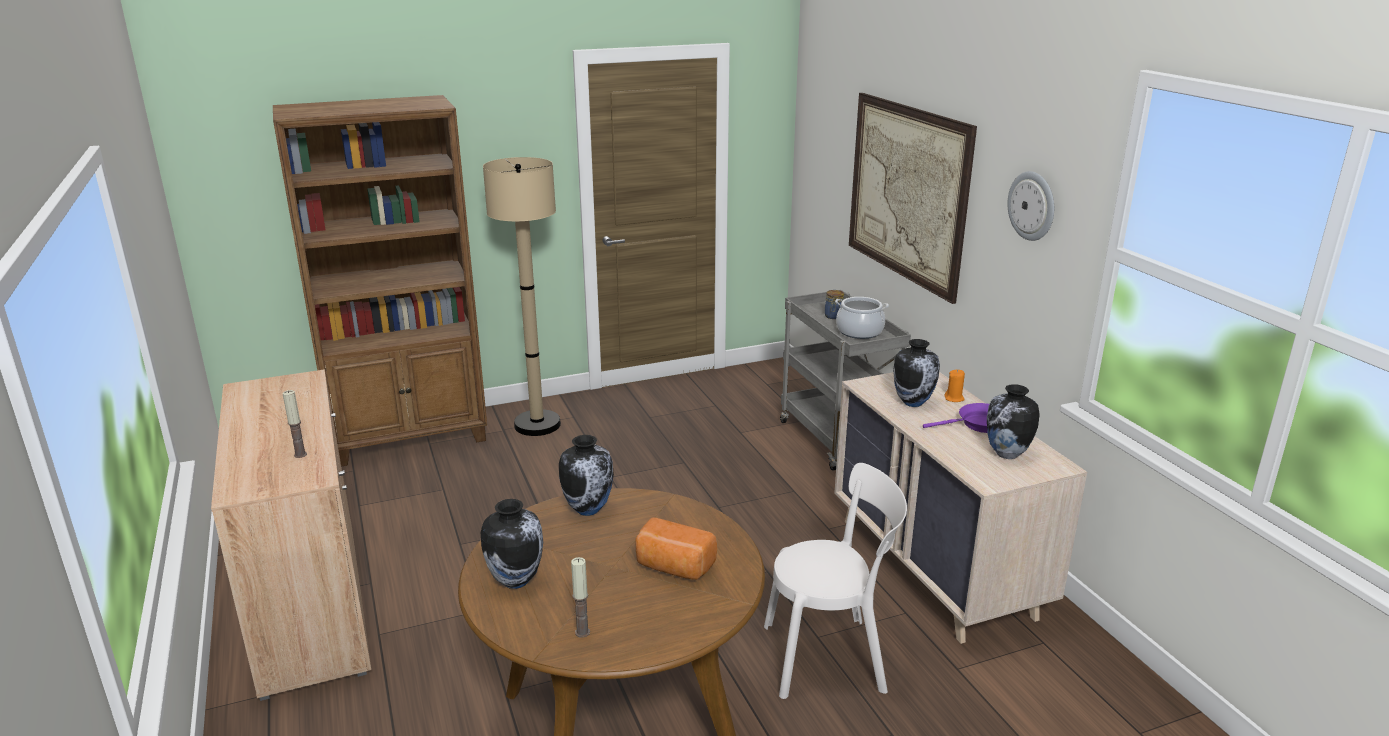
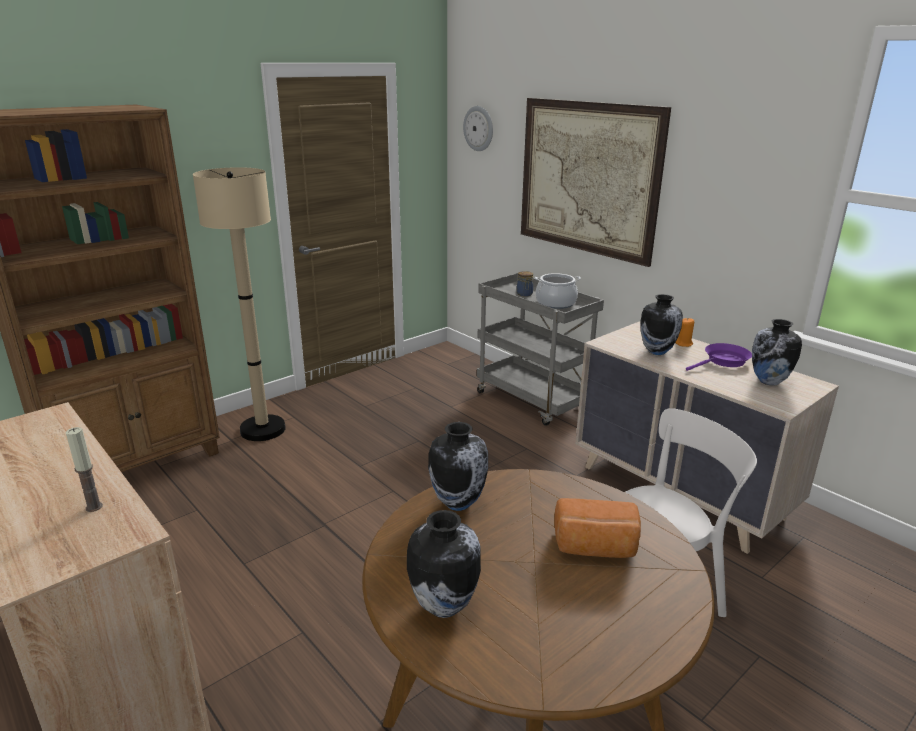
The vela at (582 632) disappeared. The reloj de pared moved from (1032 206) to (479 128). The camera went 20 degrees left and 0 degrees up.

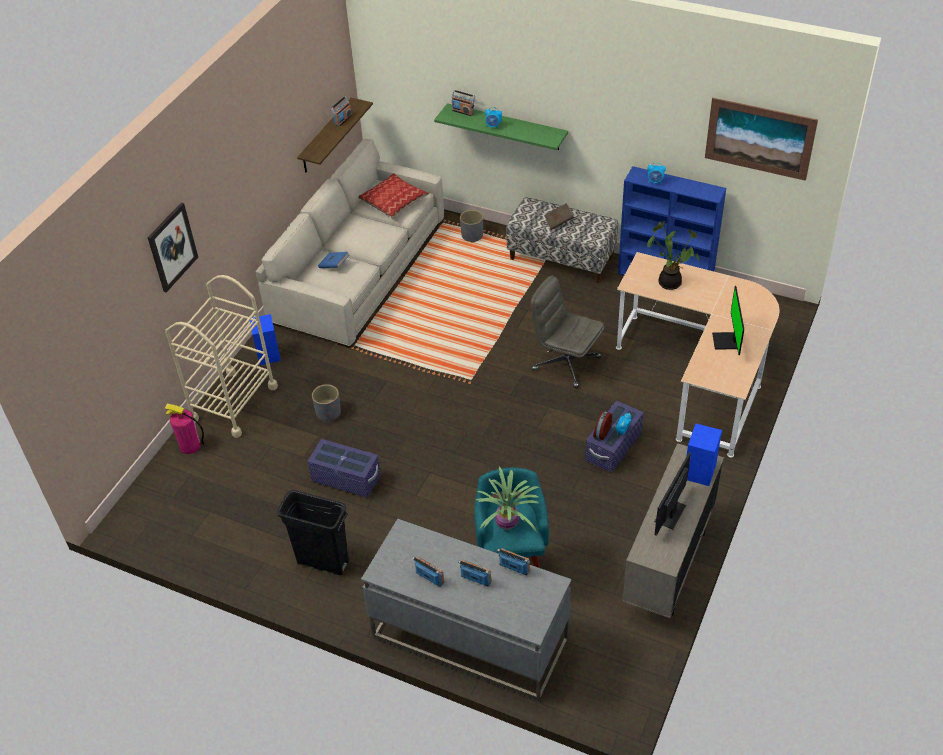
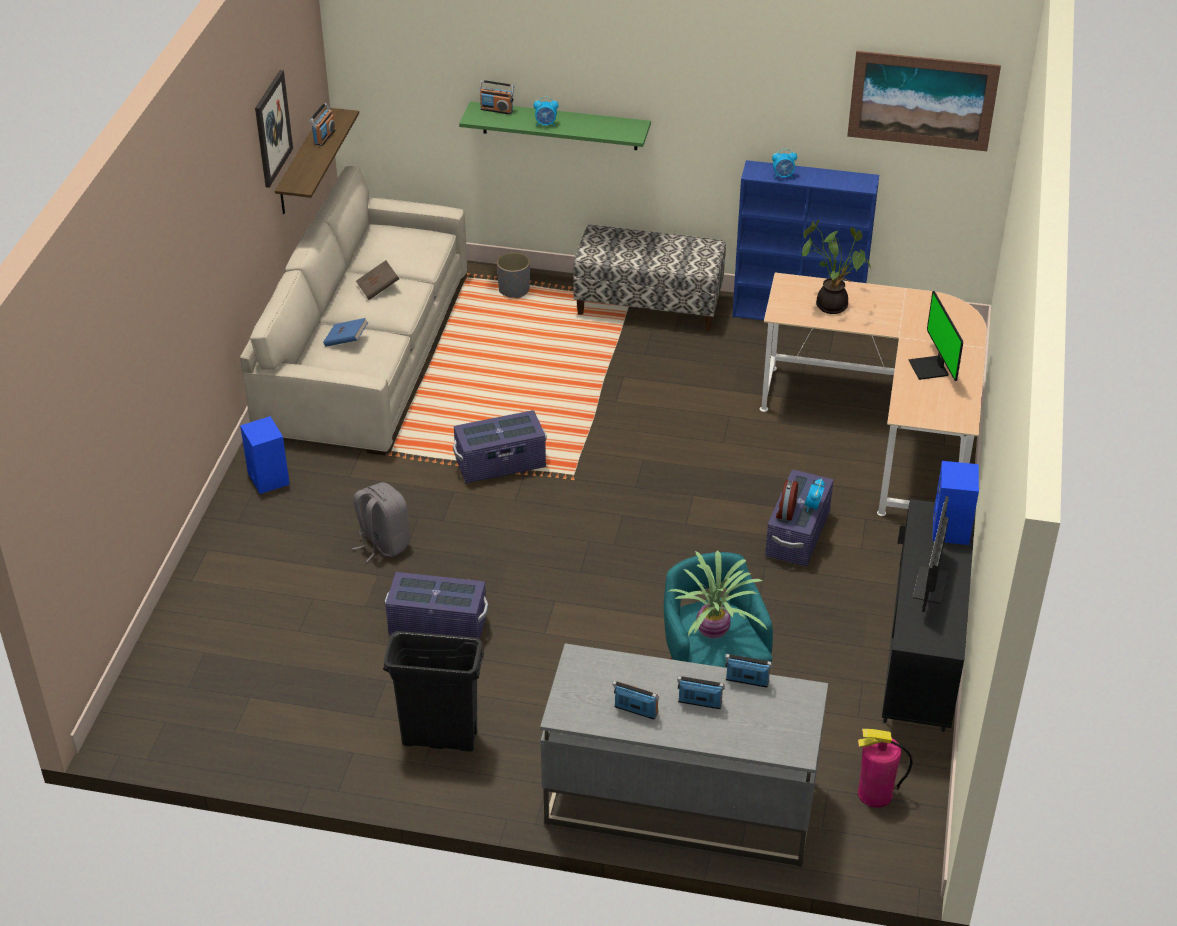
The carrito [beis] at (234 403) disappeared. The cojín at (394 201) disappeared. The silla de oficina [gris] at (565 363) disappeared. The caja de almacenaje [morado] at (501 464) appeared. The cuadro moved from (172 247) to (272 128). The extintor moved from (190 446) to (875 794). The libro [marrón] moved from (558 222) to (378 288). The maceta [gris] at (328 413) was replaced by the mochila [gris] at (383 543). The armario [beis] at (668 568) became the armario [negro] at (919 674). The camera went 15 degrees left and 5 degrees down.

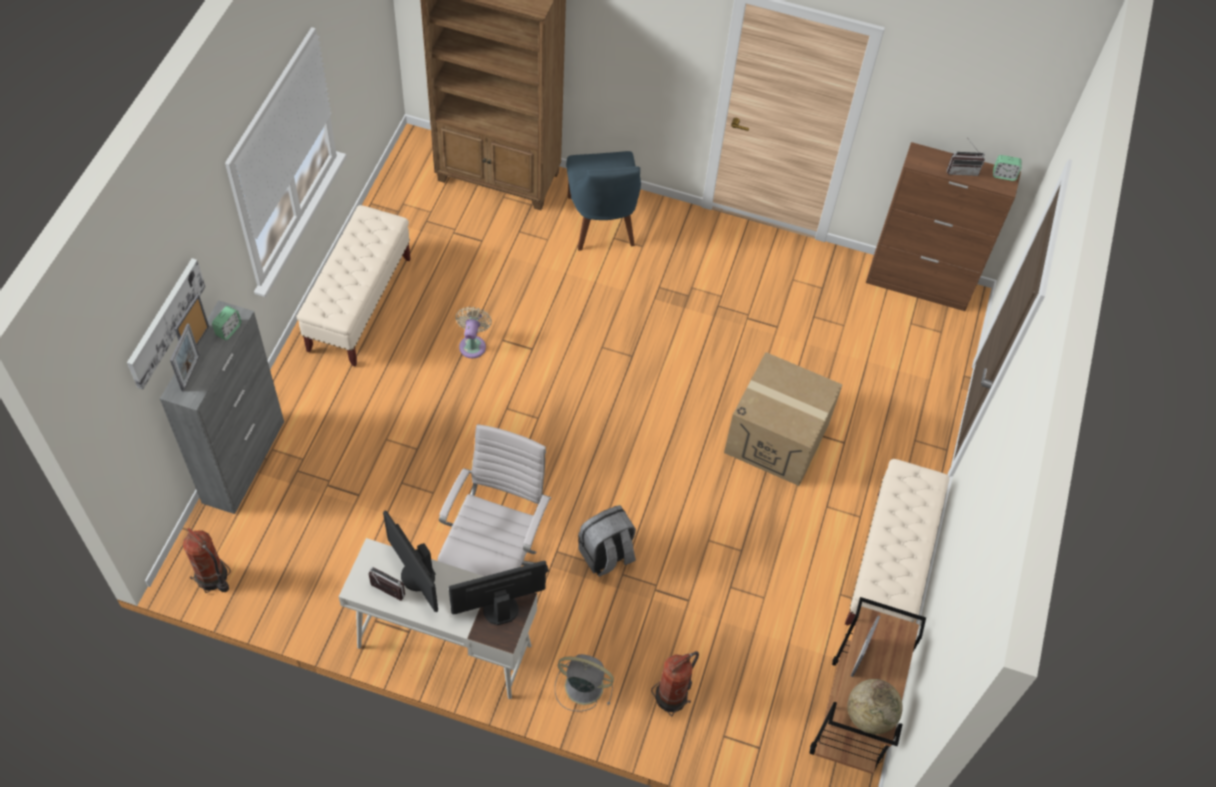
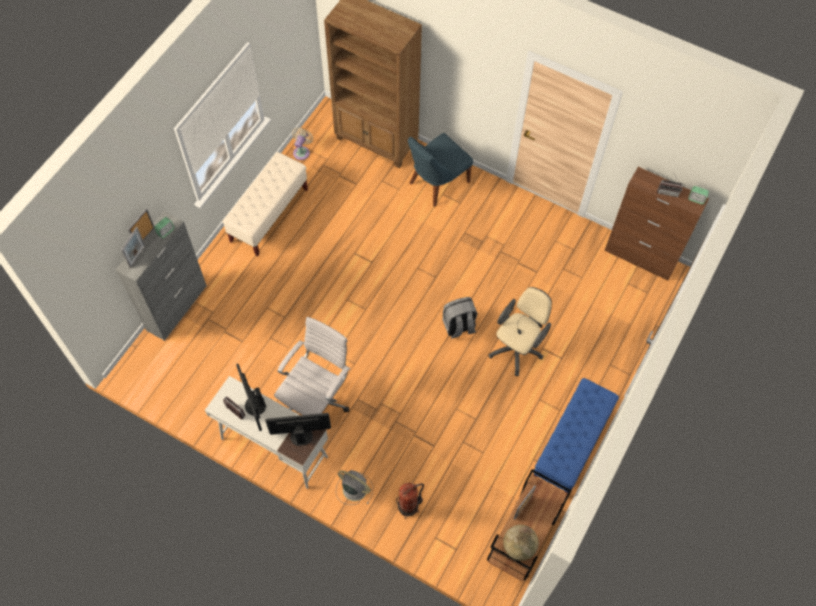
The cuadro at (164 322) disappeared. The extintor at (212 578) disappeared. The ventilador [beis] moved from (473 344) to (302 151). The mochila [gris] moved from (606 555) to (459 326). The caja de cartón at (777 438) was replaced by the silla de oficina [beis] at (518 347). The banco [beis] at (889 566) became the banco [azul] at (570 446). The silla [azul] at (602 224) turned 45 degrees clockwise. The camera went 15 degrees right and 5 degrees up.

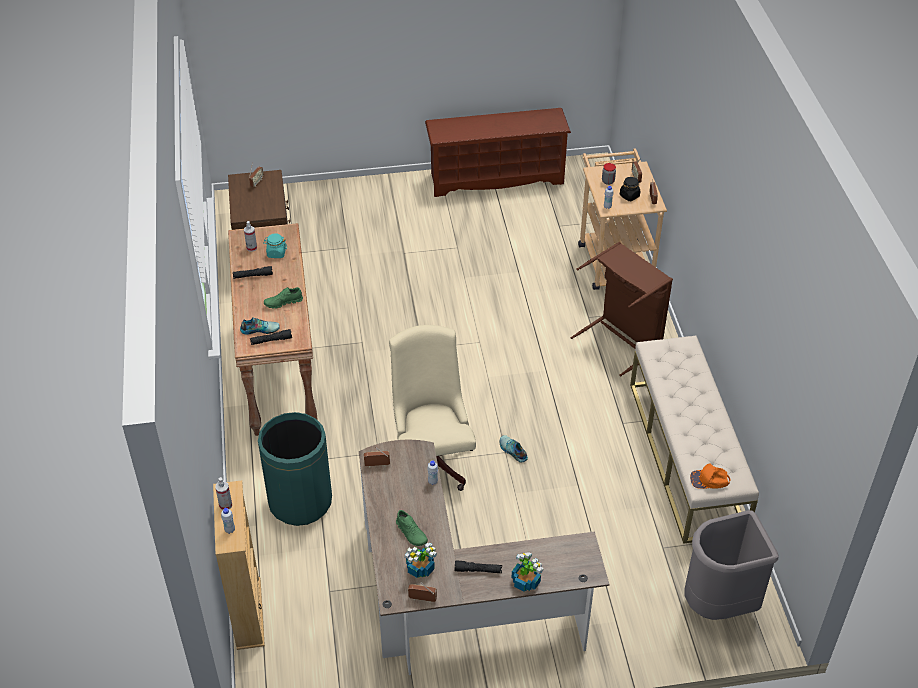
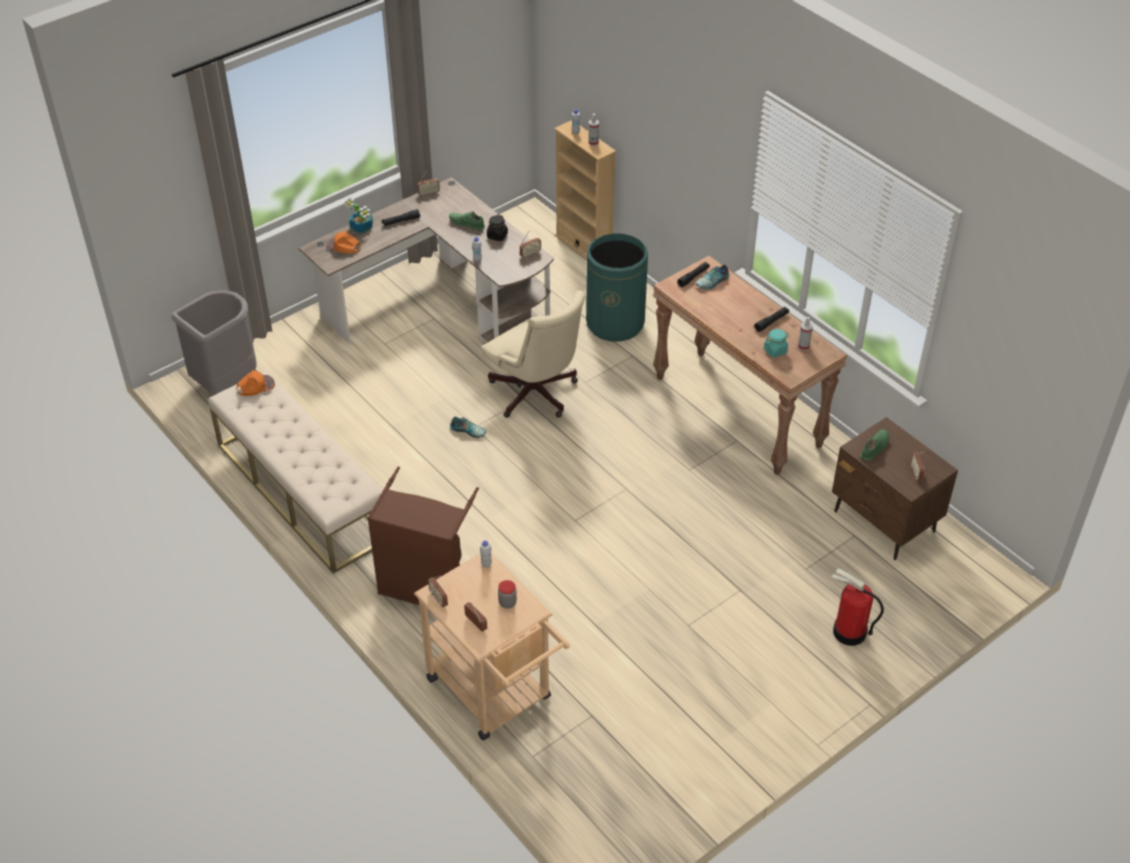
The planta en maceta at (421 568) disappeared. The zapatero [marrón] at (496 178) disappeared. The gorra [naranja] at (343 247) appeared. The extintor at (849 632) appeared. The zapato [verde] moved from (283 302) to (874 448). The tarro [negro] moved from (629 196) to (497 236). The camera went 150 degrees right and 0 degrees up.

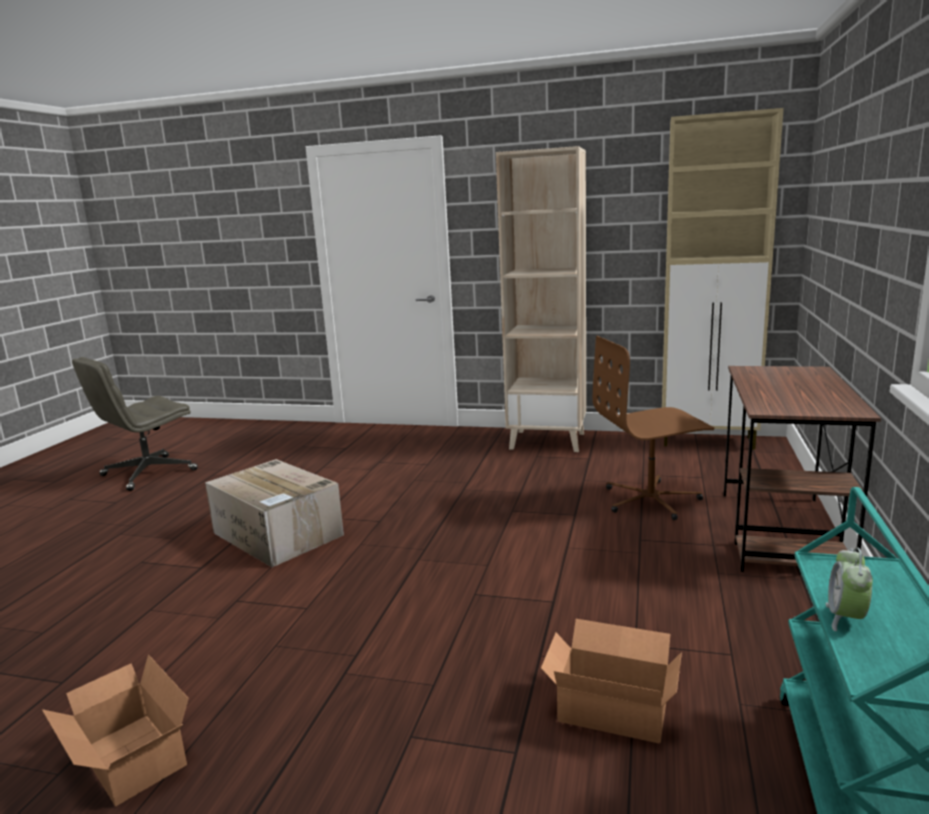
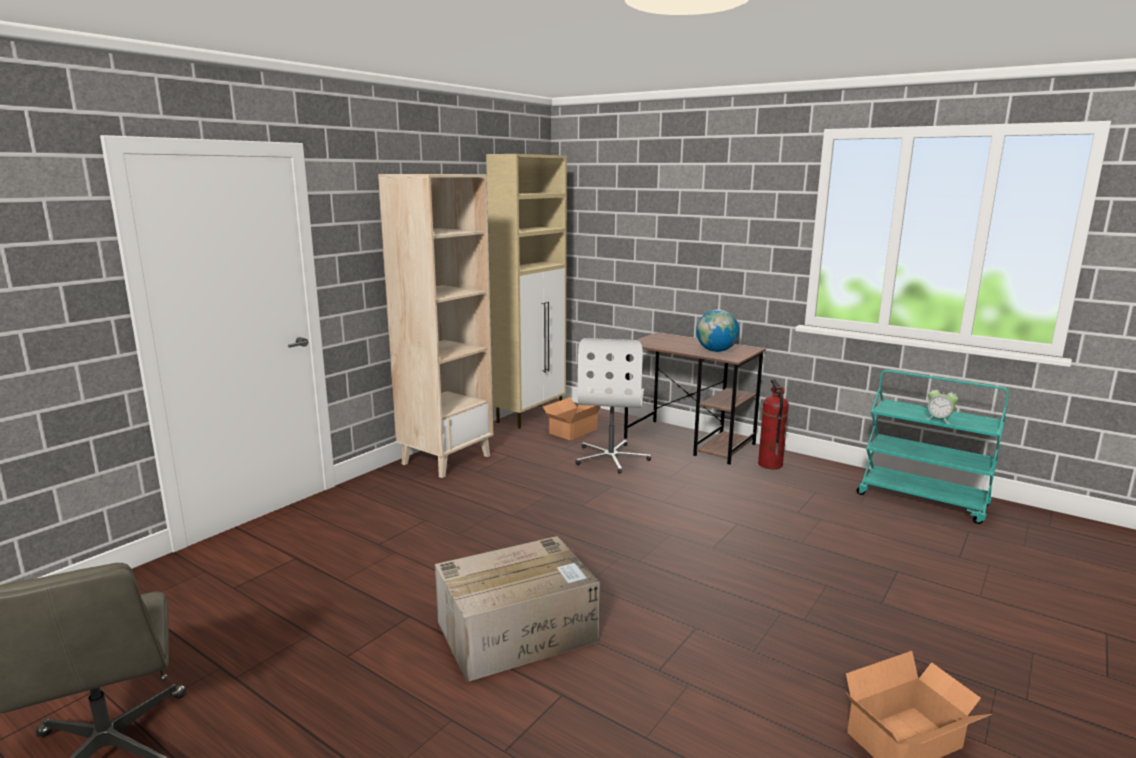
The globo terráqueo at (716 351) appeared. The extintor at (770 464) appeared. The caja de cartón moved from (611 706) to (571 431). The silla de oficina [marrón] at (651 500) became the silla de oficina [blanco] at (611 458). The camera went 70 degrees left and 0 degrees up.

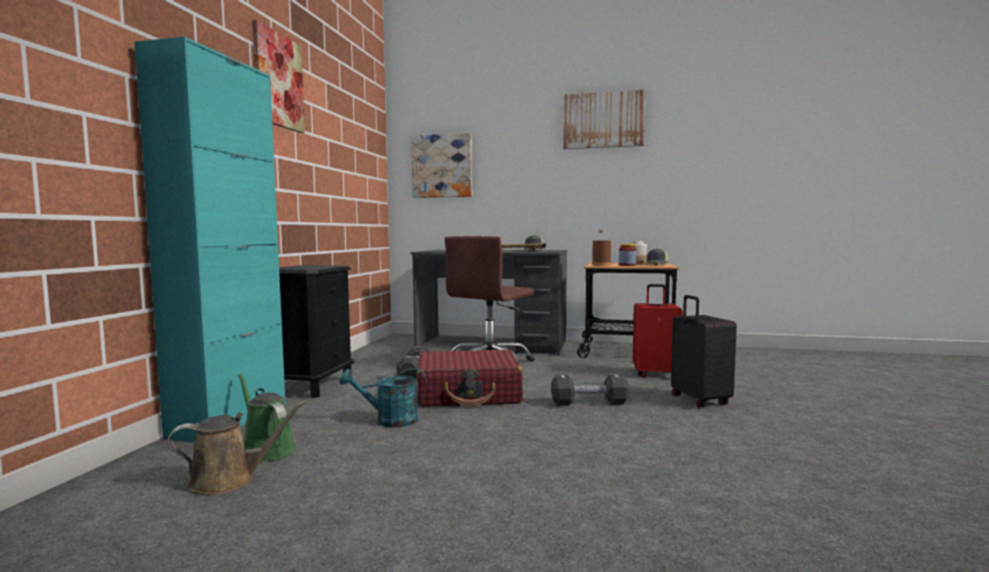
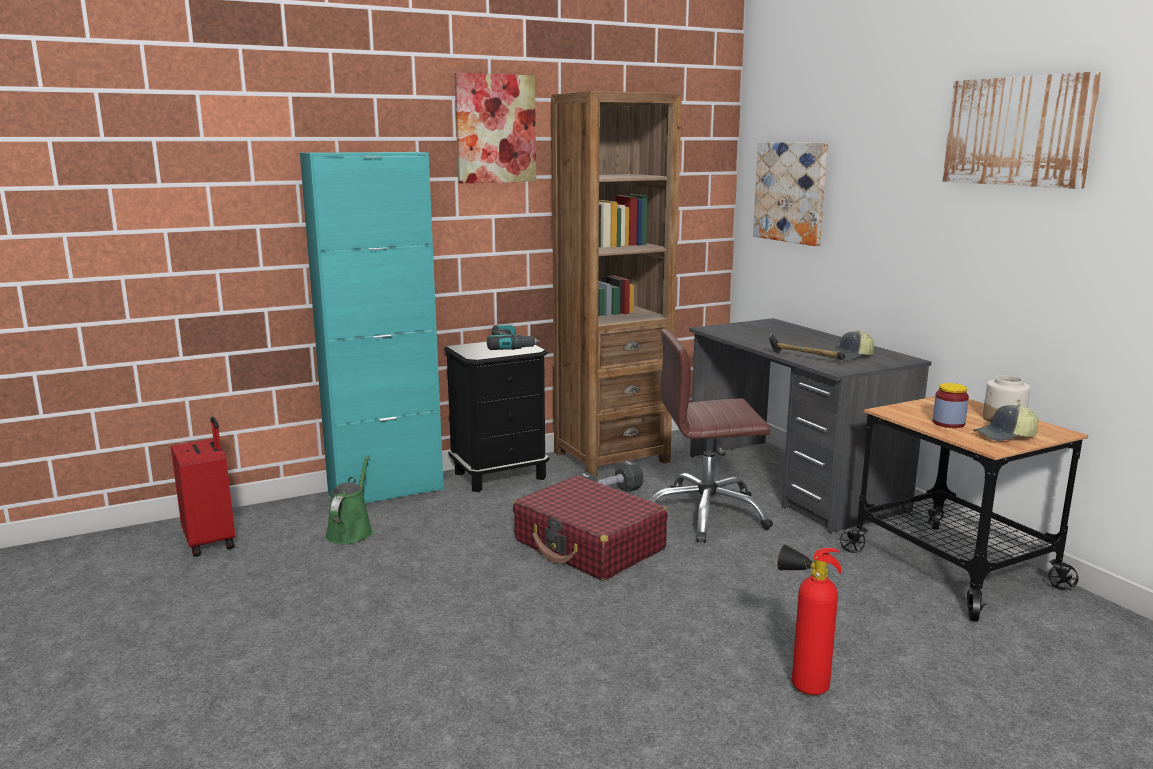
The regadera [marrón] at (229 480) disappeared. The regadera [turquesa] at (389 421) disappeared. The mancuerna [negro] at (589 403) disappeared. The botella [marrón] at (601 265) disappeared. The taladro at (510 346) appeared. The estantería [marrón] at (611 457) appeared. The maleta [rojo] moved from (656 374) to (211 541). The maleta [negro] at (698 400) was replaced by the extintor at (801 685). The camera went 50 degrees right and 10 degrees up.

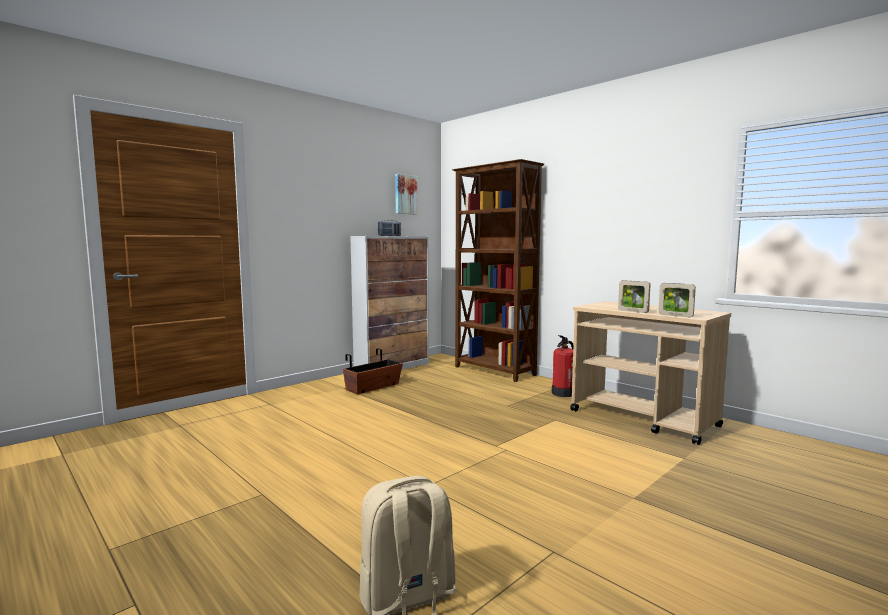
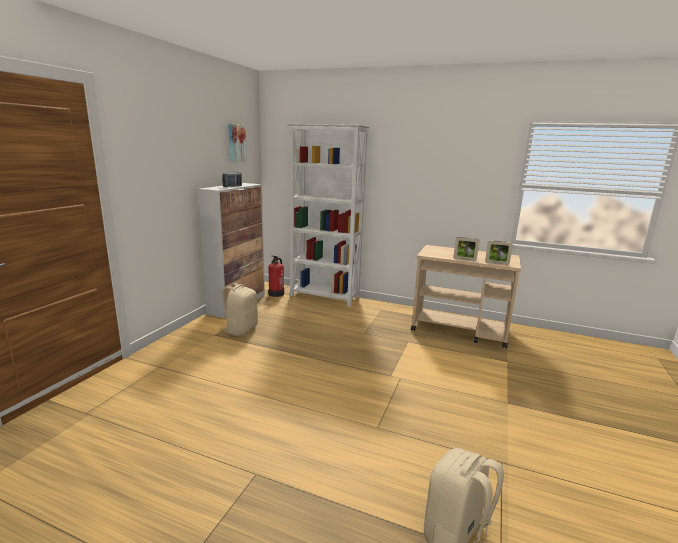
The extintor moved from (563 393) to (276 293). The maceta at (373 387) was replaced by the mochila [beis] at (240 329). The estantería [marrón] at (494 371) became the estantería [blanco] at (325 297). The camera went 25 degrees left and 10 degrees up.

